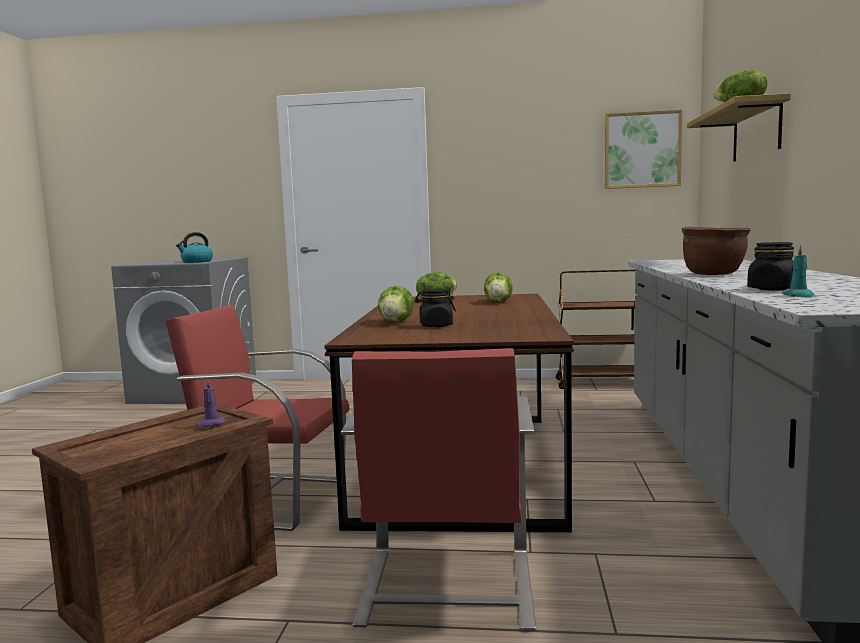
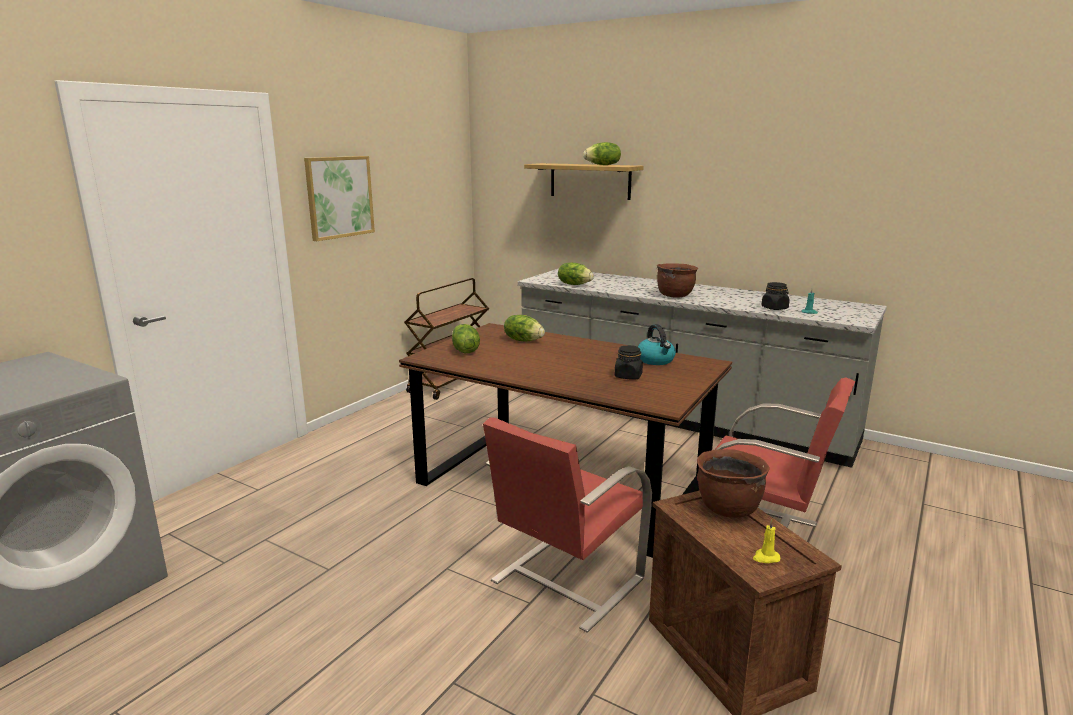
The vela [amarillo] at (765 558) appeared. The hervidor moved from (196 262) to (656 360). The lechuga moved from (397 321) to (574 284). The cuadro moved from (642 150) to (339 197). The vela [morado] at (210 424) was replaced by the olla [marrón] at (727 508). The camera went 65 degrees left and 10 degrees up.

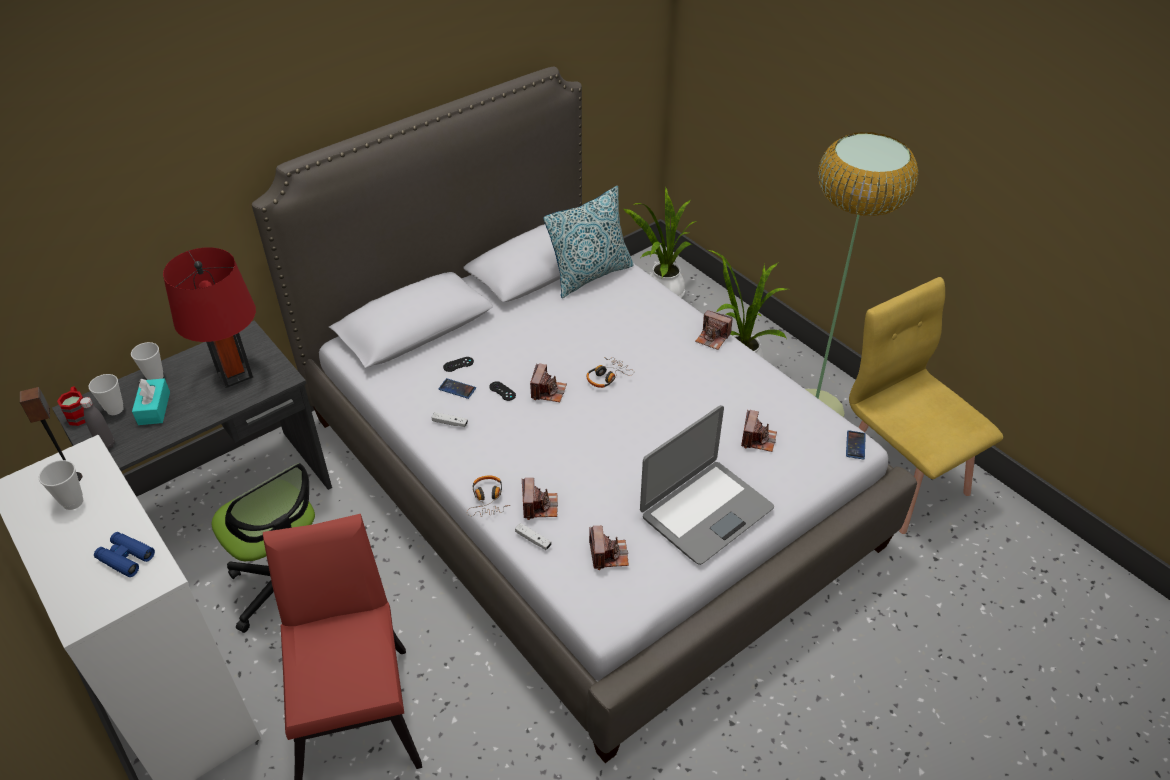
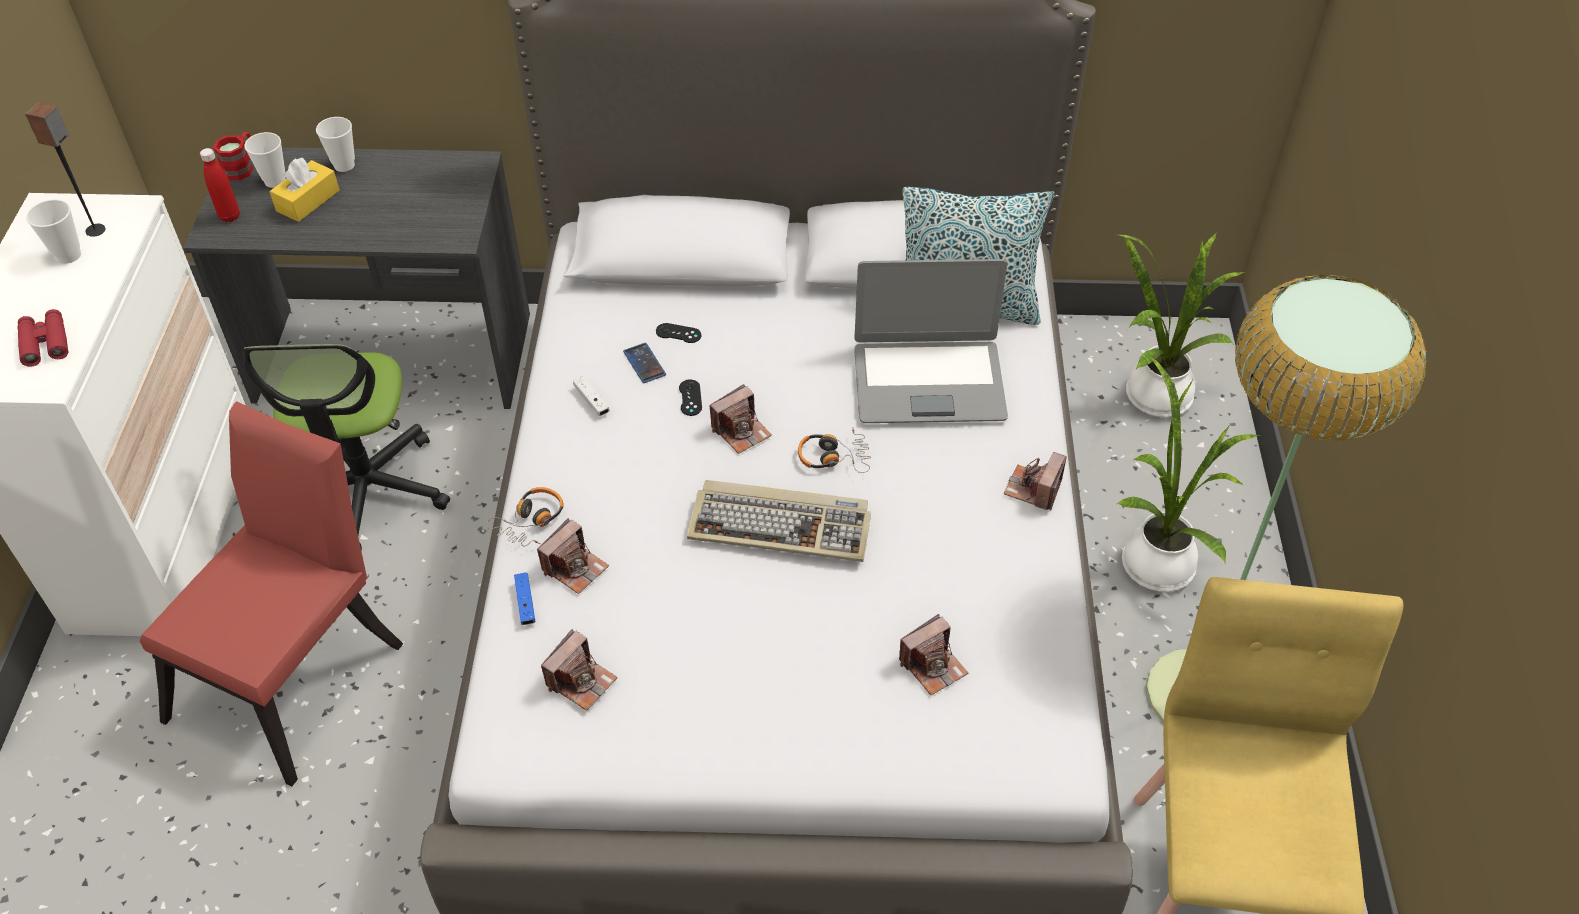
The lámpara de mesa [rojo] at (234 374) disappeared. The móvil at (855 445) disappeared. The teclado at (781 525) appeared. The portátil moved from (705 511) to (928 382). The botella [gris] at (107 445) became the botella [rojo] at (230 216). The prismáticos [azul] at (126 558) became the prismáticos [rojo] at (45 343). The caja de pañuelos [turquesa] at (154 408) became the caja de pañuelos [amarillo] at (308 200). The mando de consola [blanco] at (533 540) became the mando de consola [azul] at (525 603). The cámara at (712 338) turned 45 degrees clockwise. The camera went 40 degrees right and 5 degrees up.

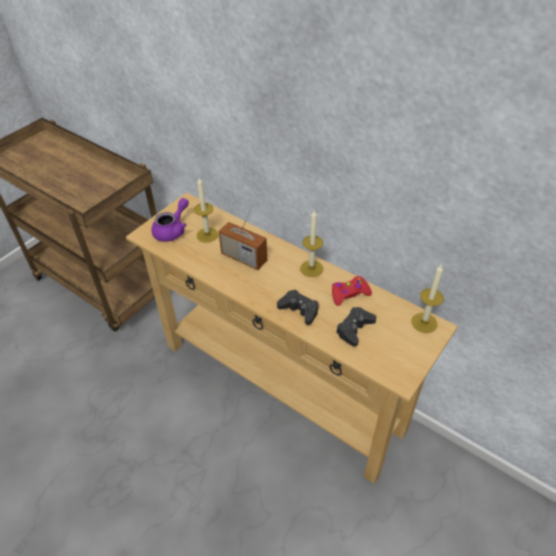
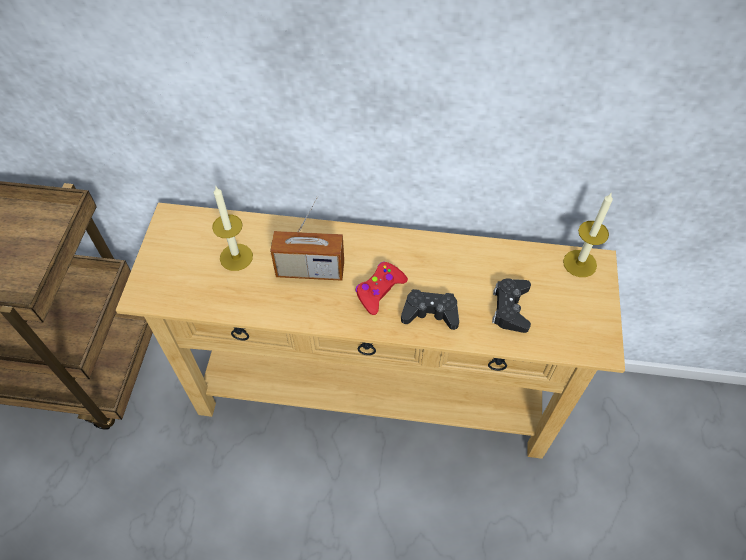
The tetera [morado] at (172 230) disappeared. The vela at (311 268) disappeared. The mando de consola [rojo] moved from (349 294) to (379 291). The camera went 30 degrees left and 10 degrees up.

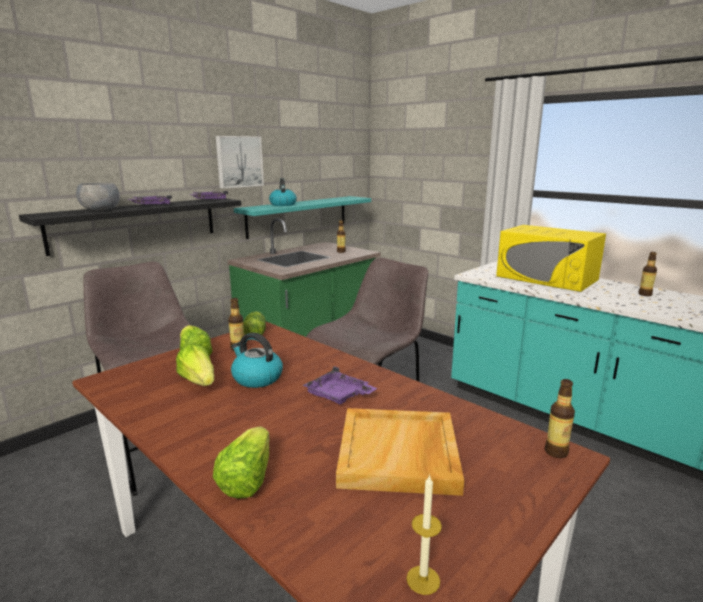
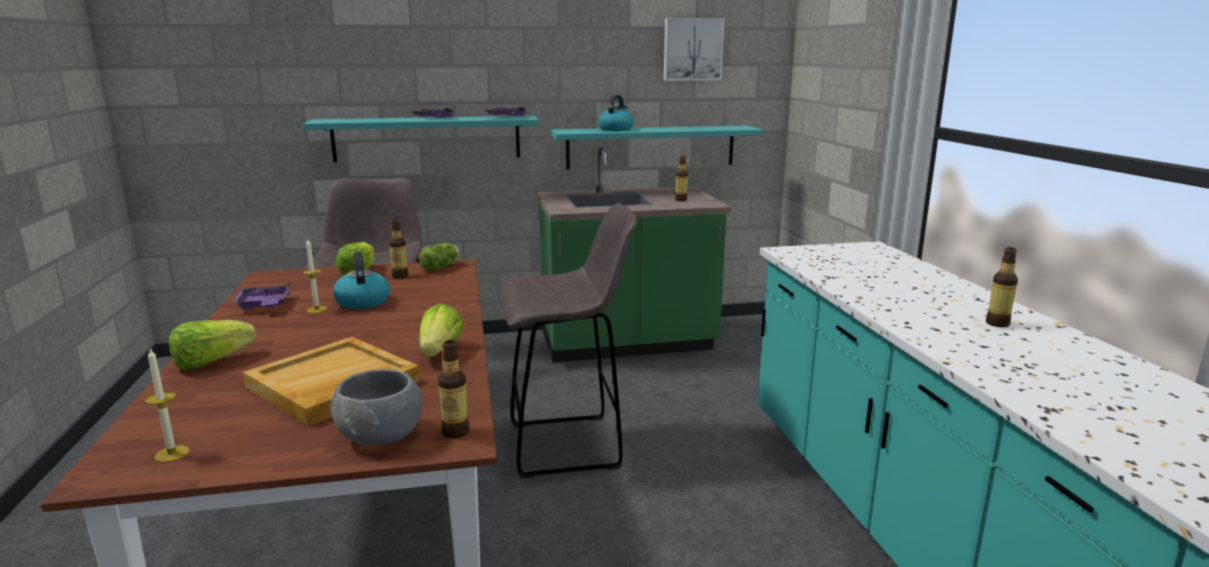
The microondas [amarillo] at (547 278) disappeared. The vela at (317 310) appeared. The cuenco [gris] moved from (100 210) to (380 436). The lechuga moved from (198 381) to (440 351). The cuadro moved from (239 161) to (692 49). The bandeja [morado] moved from (338 395) to (264 306). The estante [negro] at (136 224) became the estante [turquesa] at (427 138). The camera went 35 degrees right and 0 degrees up.

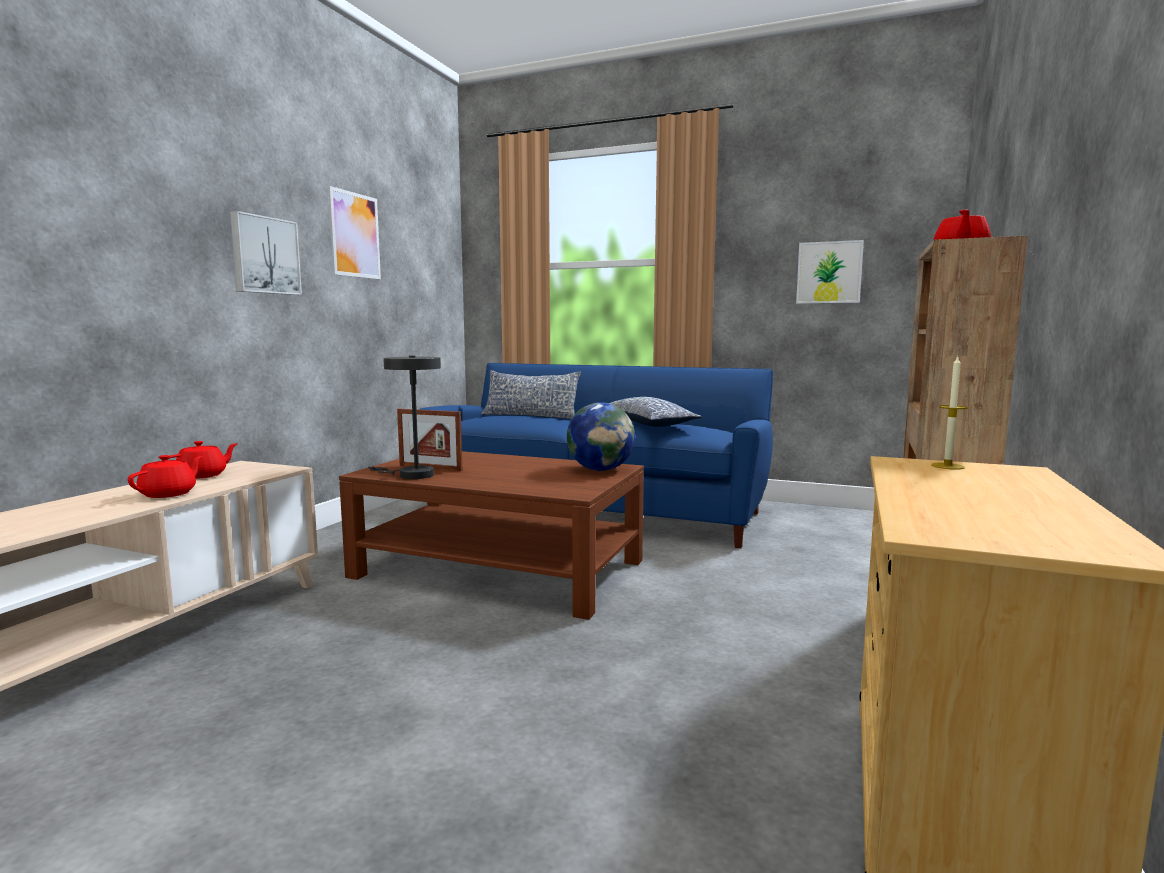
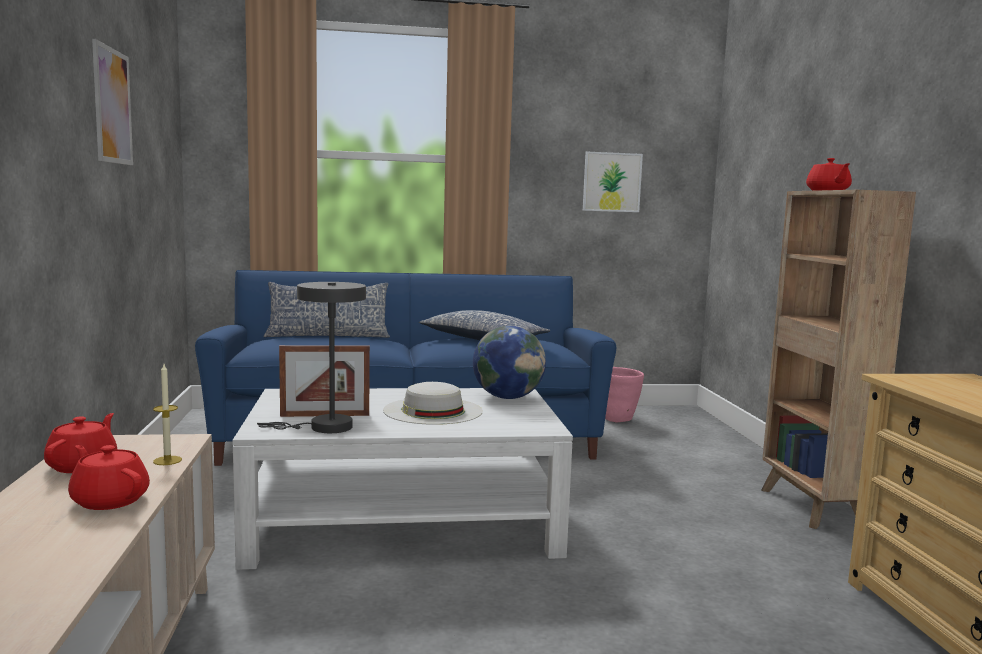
The cuadro at (264 255) disappeared. The sombrero [blanco] at (433 410) appeared. The maceta [rosa] at (618 419) appeared. The vela moved from (947 466) to (167 460). The mesa de centro [marrón] at (500 569) became the mesa de centro [blanco] at (405 522). The tetera [rojo] at (169 494) turned 45 degrees counterclockwise. The camera went 30 degrees left and 0 degrees up.

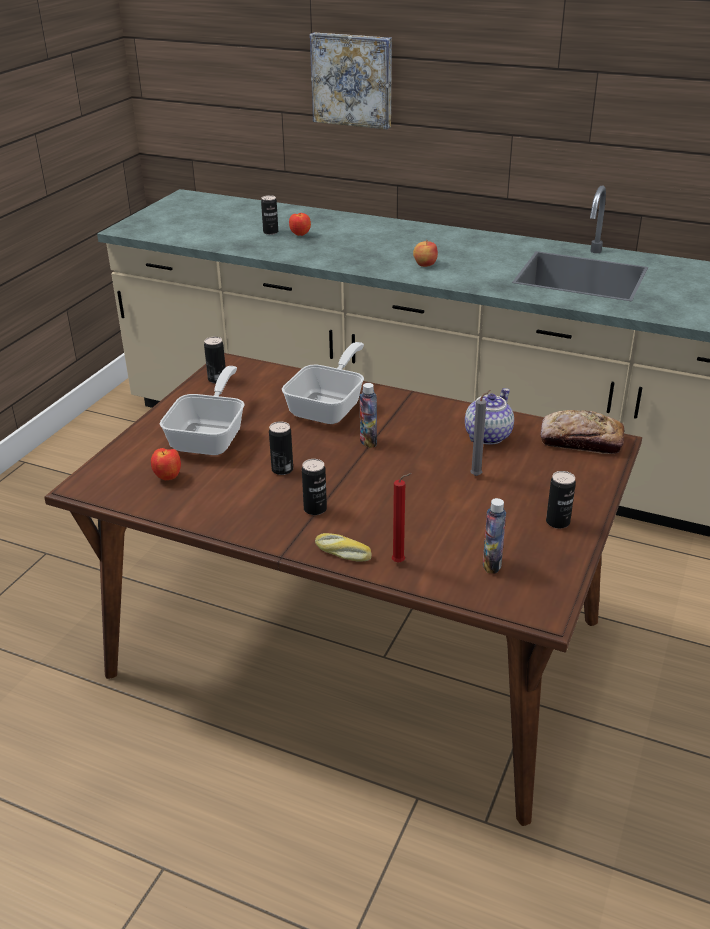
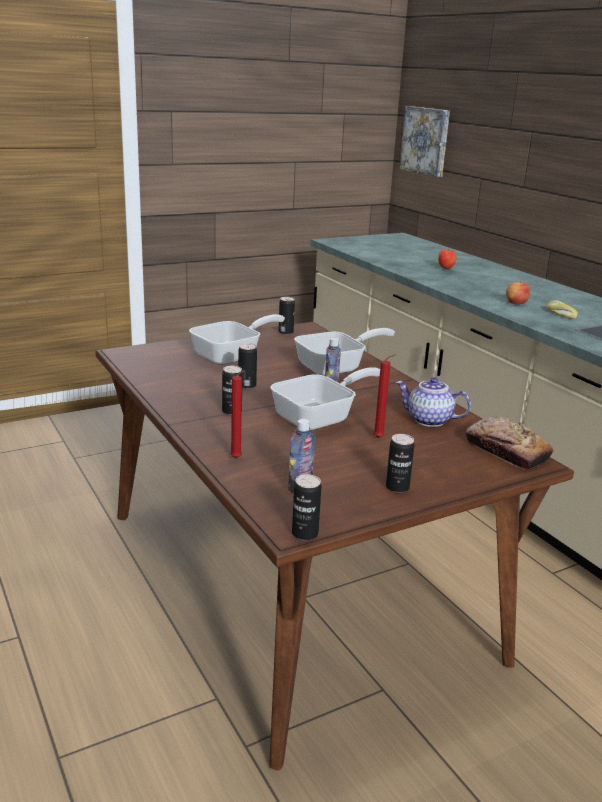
The manzana at (168 477) disappeared. The sartén at (320 417) appeared. The lata moved from (270 232) to (305 534). The cuadro moved from (353 80) to (426 141). The pan moved from (342 553) to (559 314). The vela [gris] at (477 475) became the vela [rojo] at (380 438). The tetera at (487 435) turned 135 degrees counterclockwise. The camera went 35 degrees right and 10 degrees down.

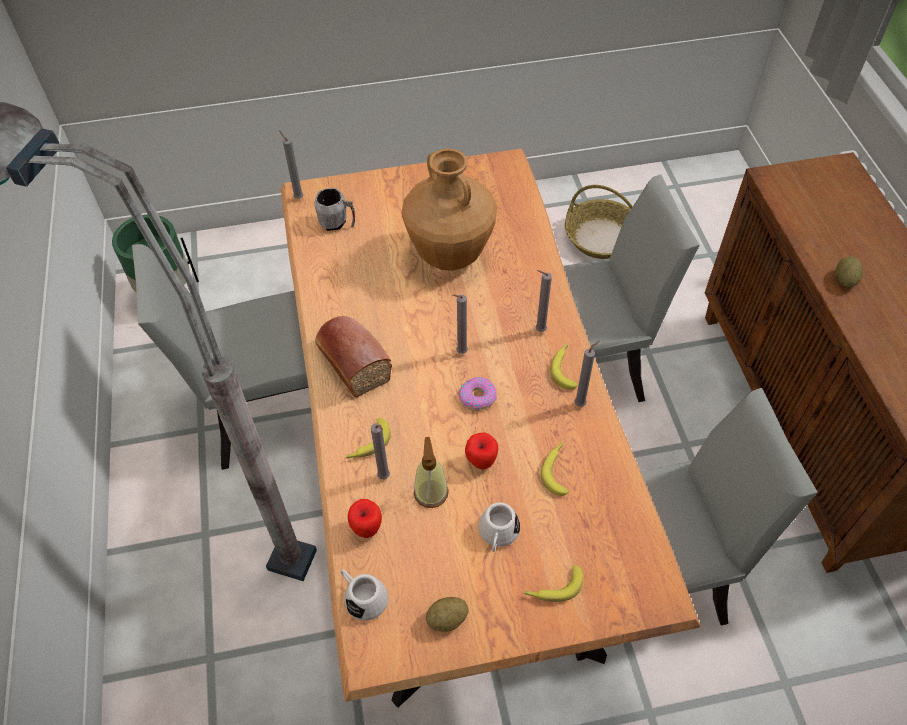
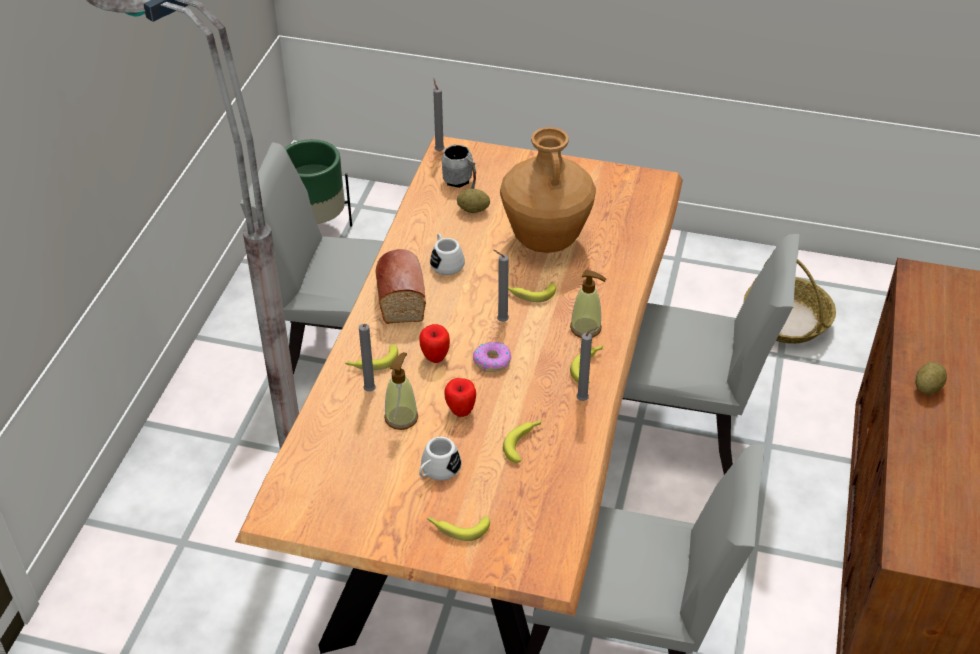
The plátano at (529 293) appeared. The taza grande [blanco] moved from (362 597) to (445 262). The manzana moved from (367 529) to (435 357). The patata moved from (447 619) to (473 210). The vela [gris] at (538 330) was replaced by the dispensador de jabón at (586 328). The camera went 25 degrees right and 10 degrees down.

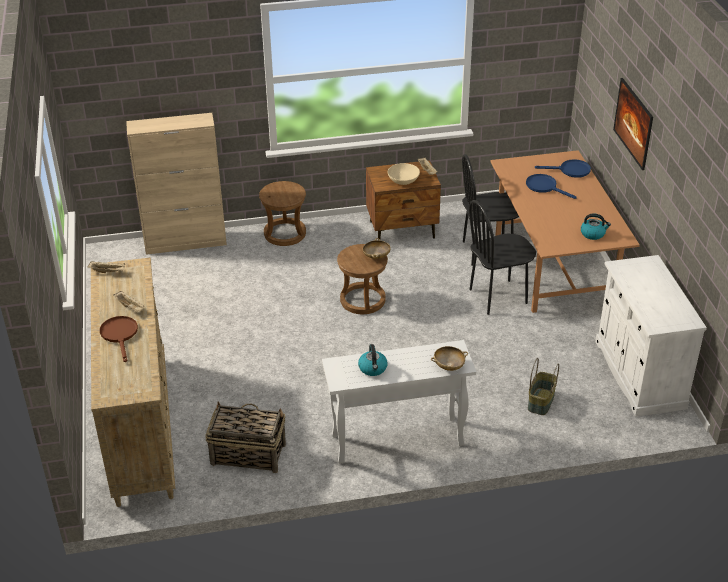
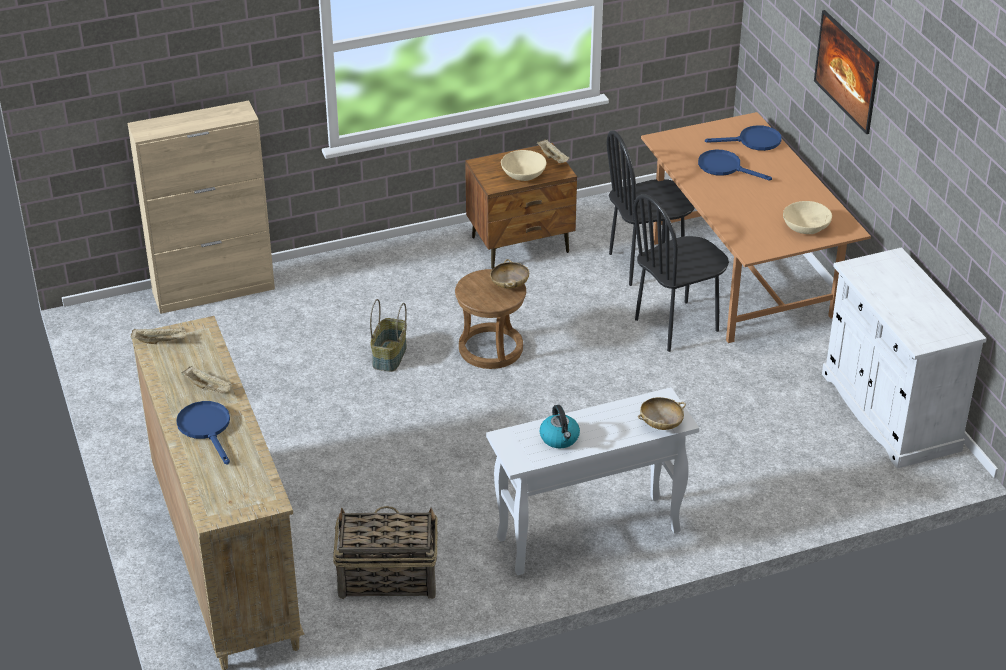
The taburete [marrón] at (285 233) disappeared. The cesta moved from (541 402) to (390 356). The hervidor at (593 234) was replaced by the cuenco [beis] at (806 226). The sartén [marrón] at (120 335) became the sartén [azul] at (207 428). The camera went 10 degrees left and 0 degrees up.

